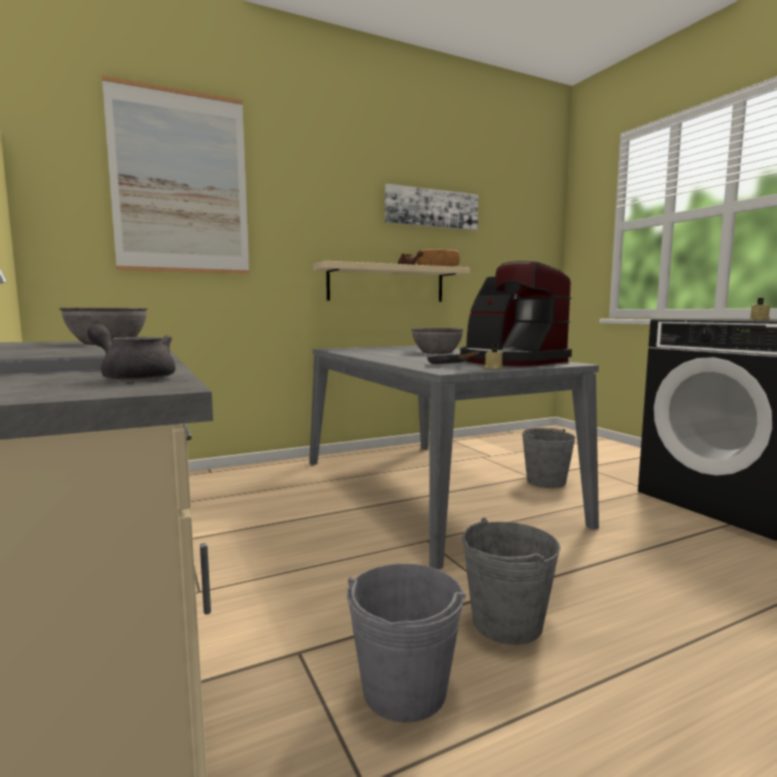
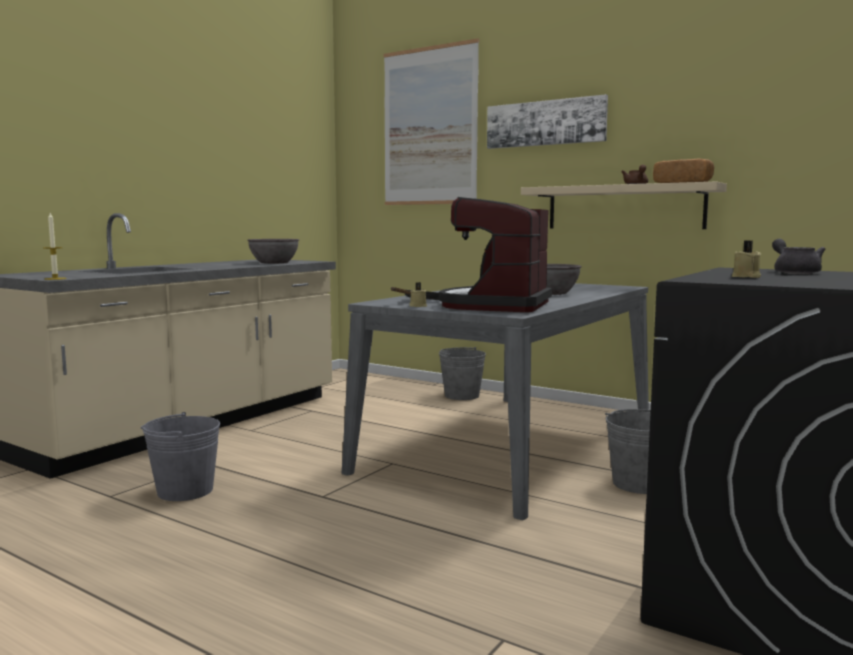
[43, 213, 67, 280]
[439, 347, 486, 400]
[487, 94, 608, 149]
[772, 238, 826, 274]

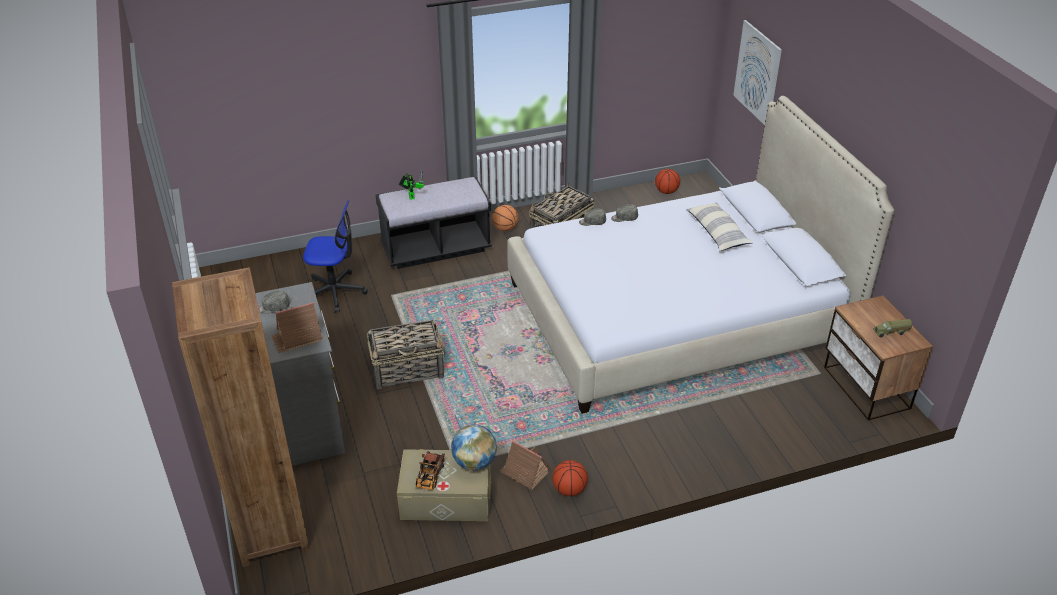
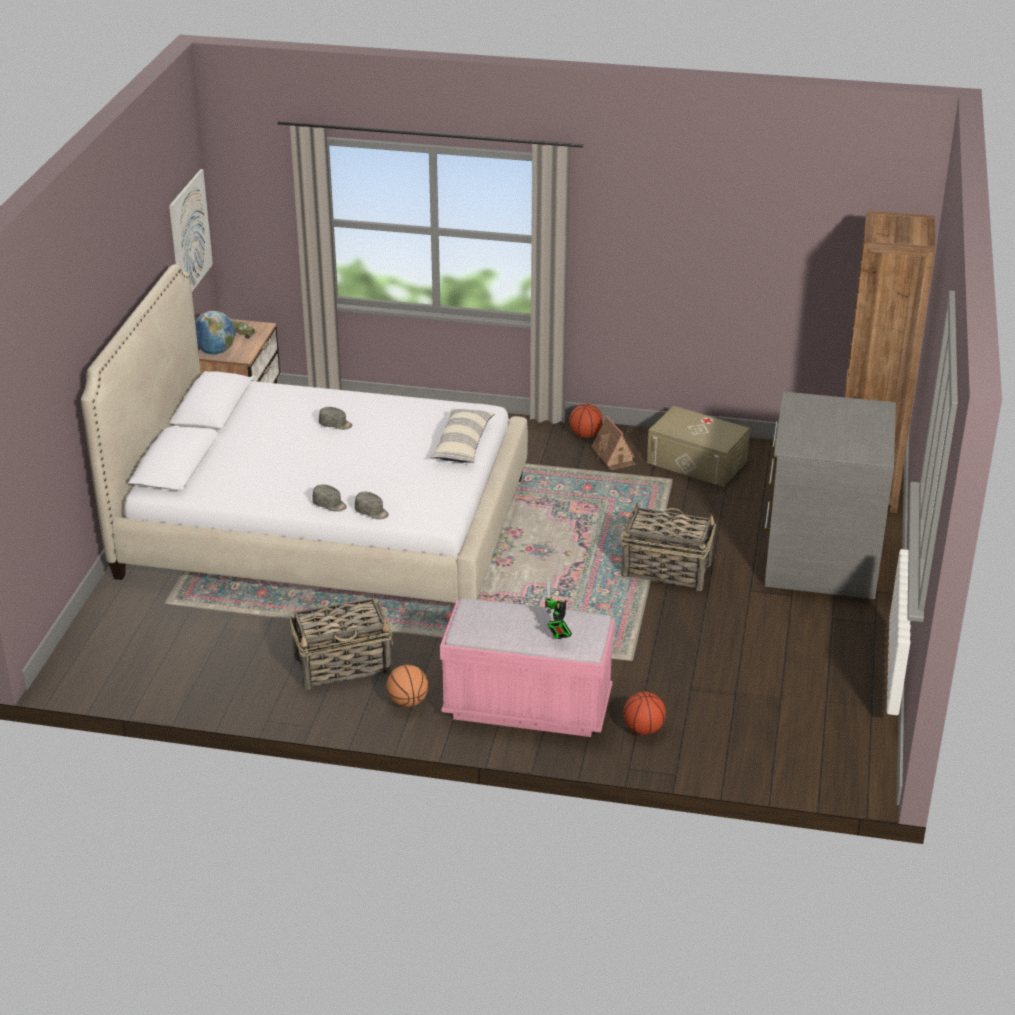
[169, 169, 213, 291]
[195, 311, 236, 354]
[319, 407, 352, 430]
[431, 408, 495, 463]
[440, 598, 615, 737]
[623, 692, 666, 735]
[271, 302, 323, 353] (first image)
[303, 200, 368, 313] (first image)
[416, 451, 445, 490] (first image)

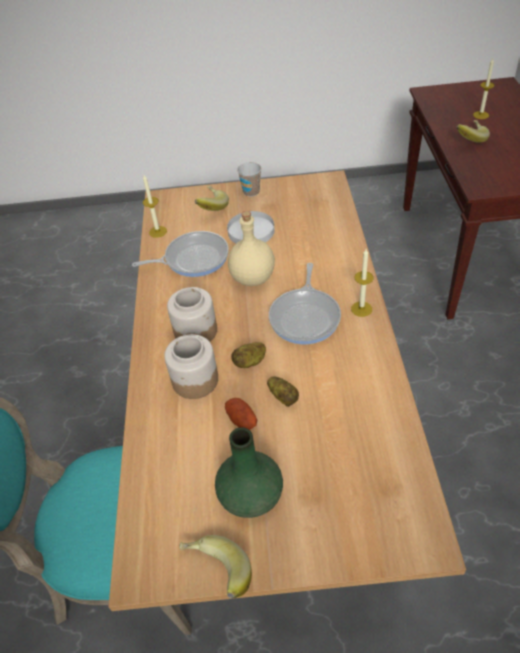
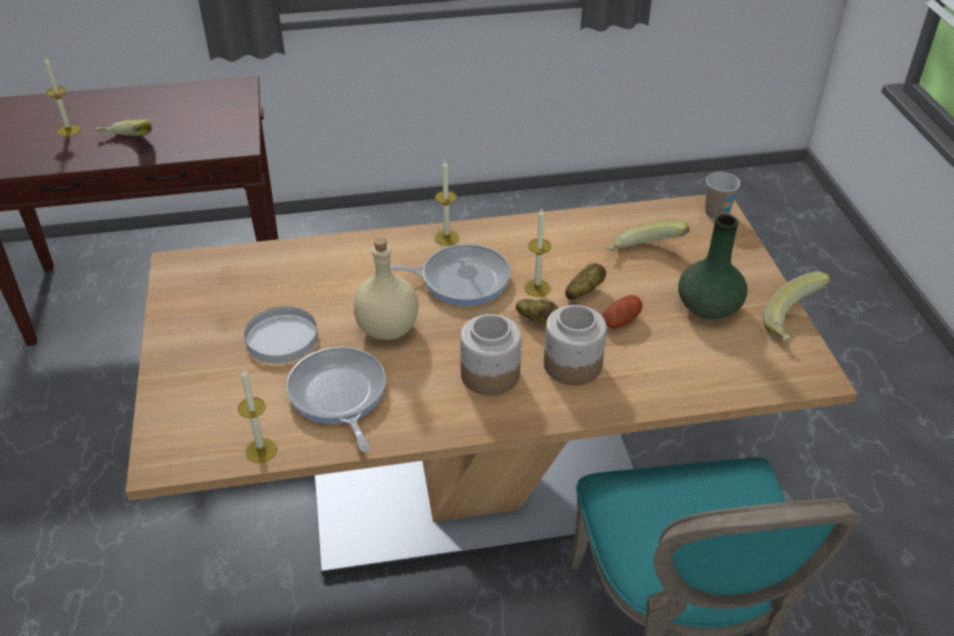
[524, 209, 551, 297]
[607, 220, 690, 251]
[705, 172, 740, 219]

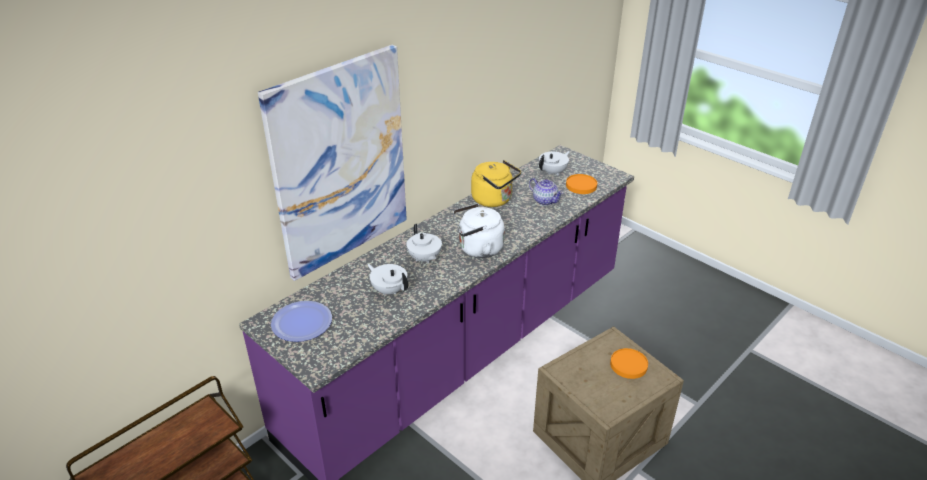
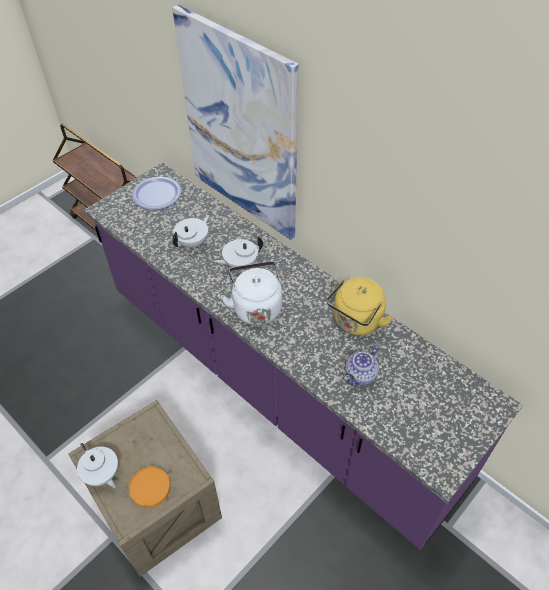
[77, 443, 118, 488]
[566, 174, 597, 194] (first image)

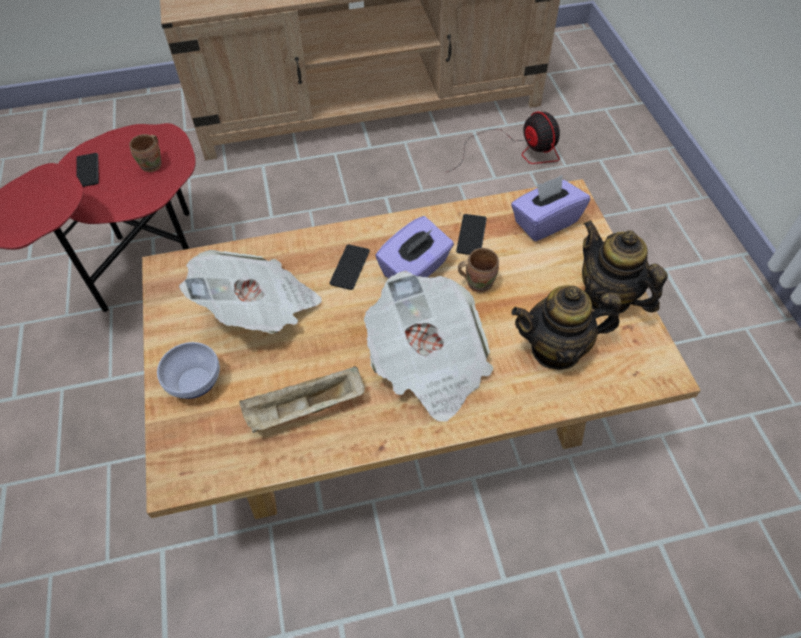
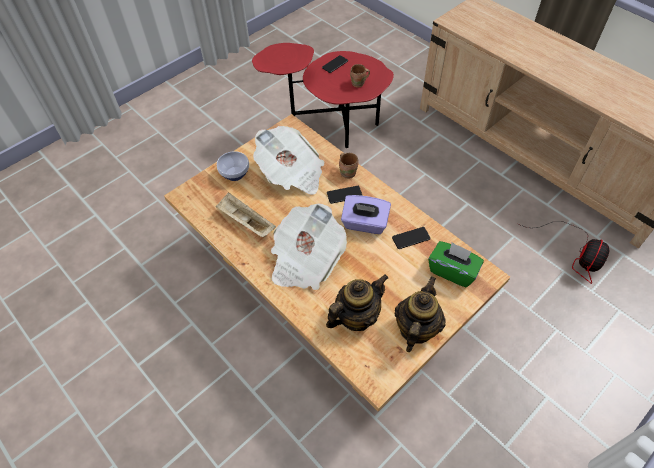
[326, 274, 388, 331]
[339, 153, 358, 179]
[428, 241, 484, 287]

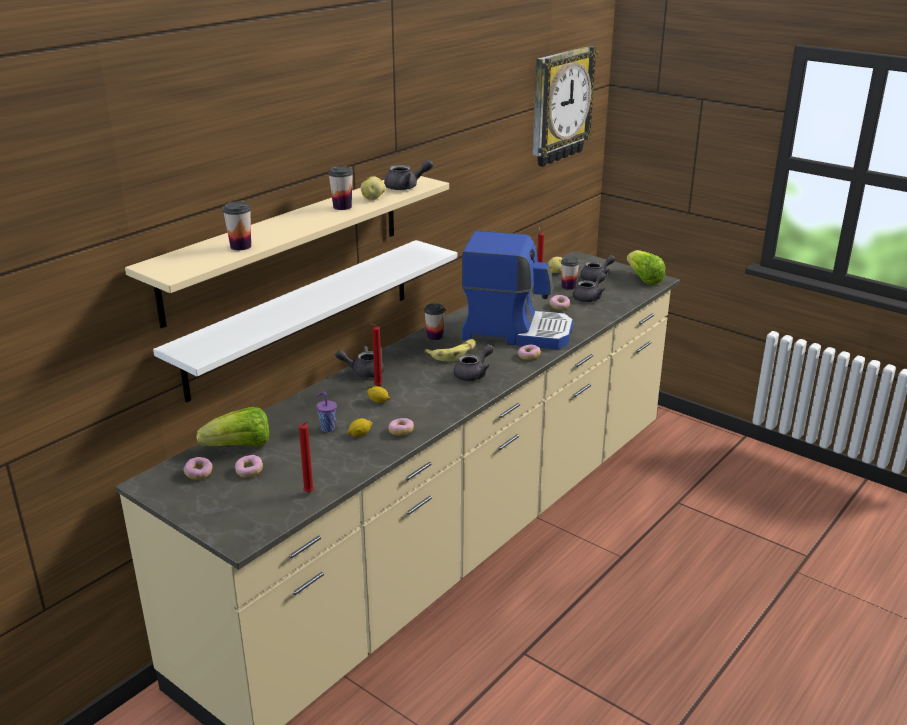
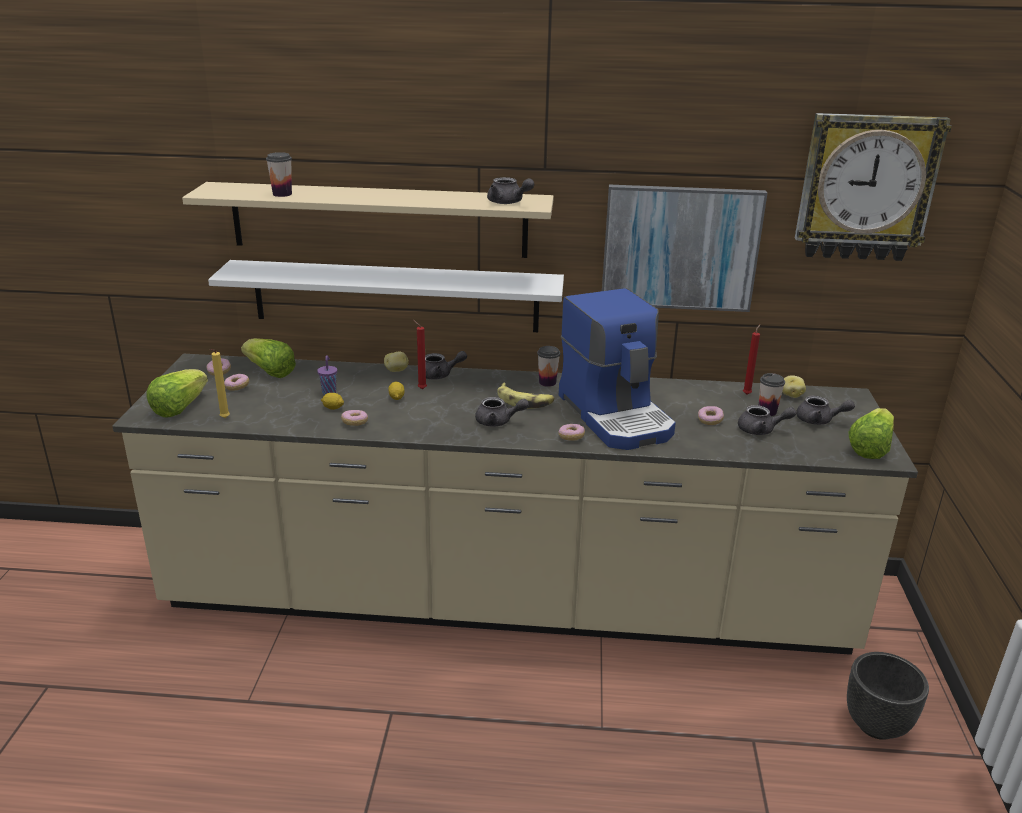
[147, 369, 208, 417]
[210, 349, 230, 418]
[384, 351, 409, 372]
[425, 351, 467, 380]
[602, 184, 767, 312]
[847, 652, 929, 740]
[328, 166, 353, 210] (first image)

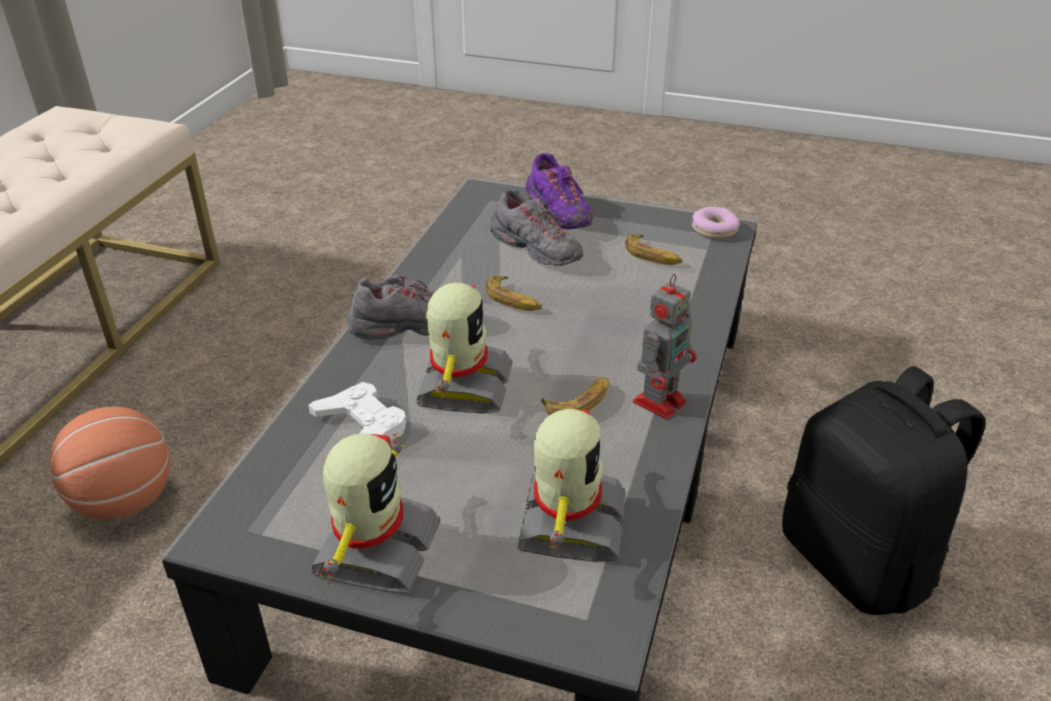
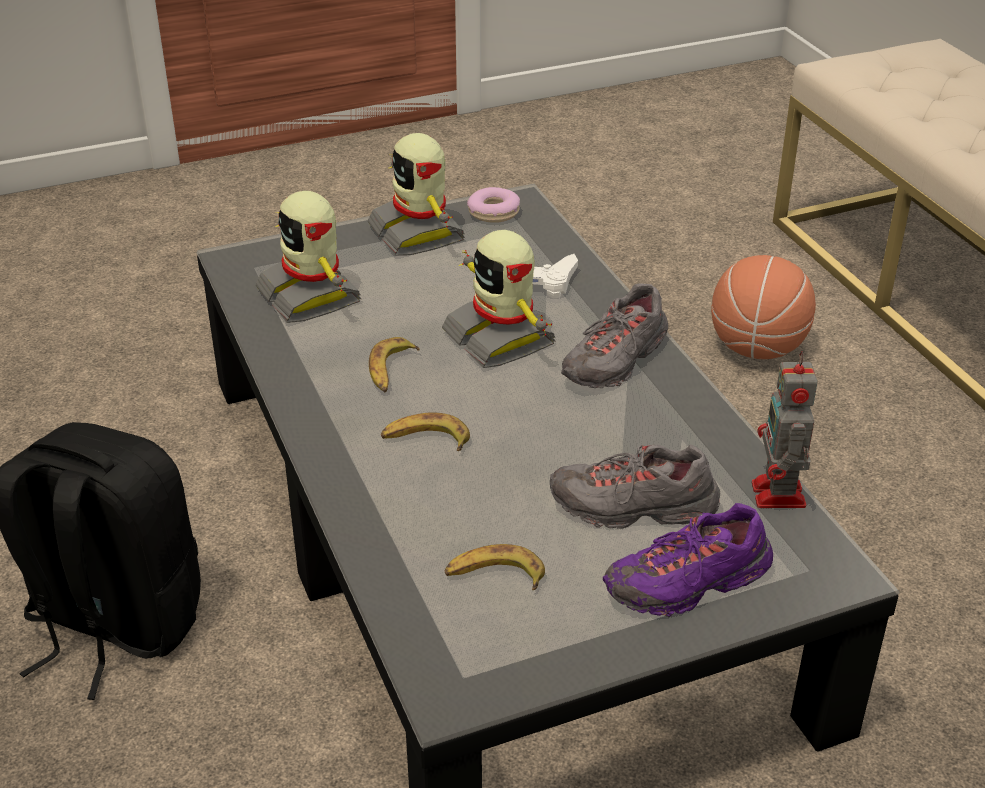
[381, 412, 470, 451]
[467, 187, 520, 223]
[603, 503, 773, 617]
[752, 351, 817, 508]

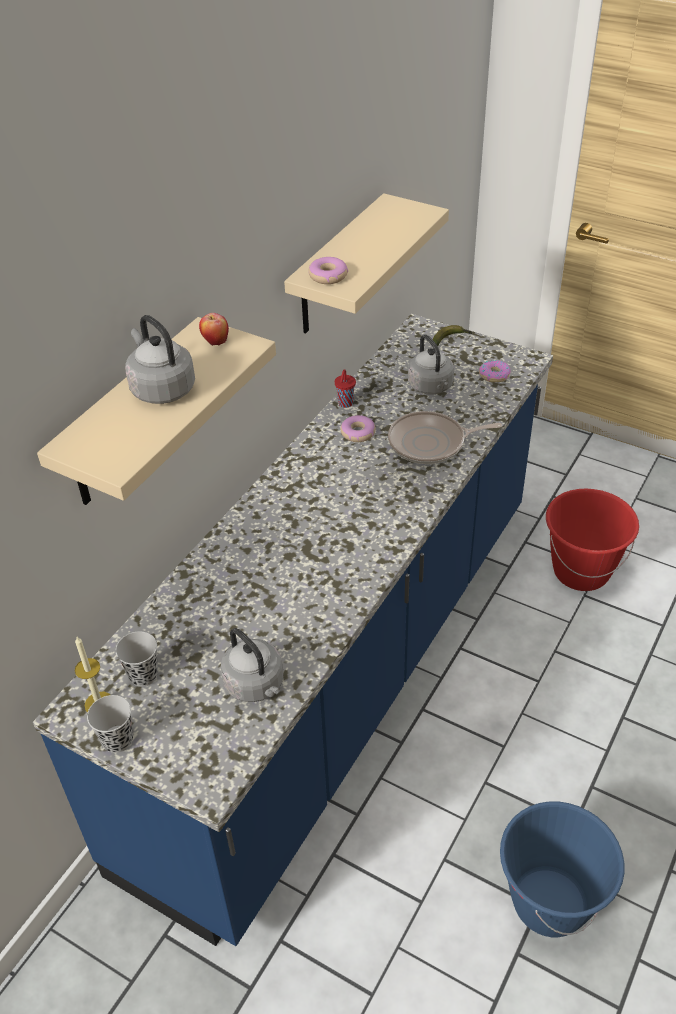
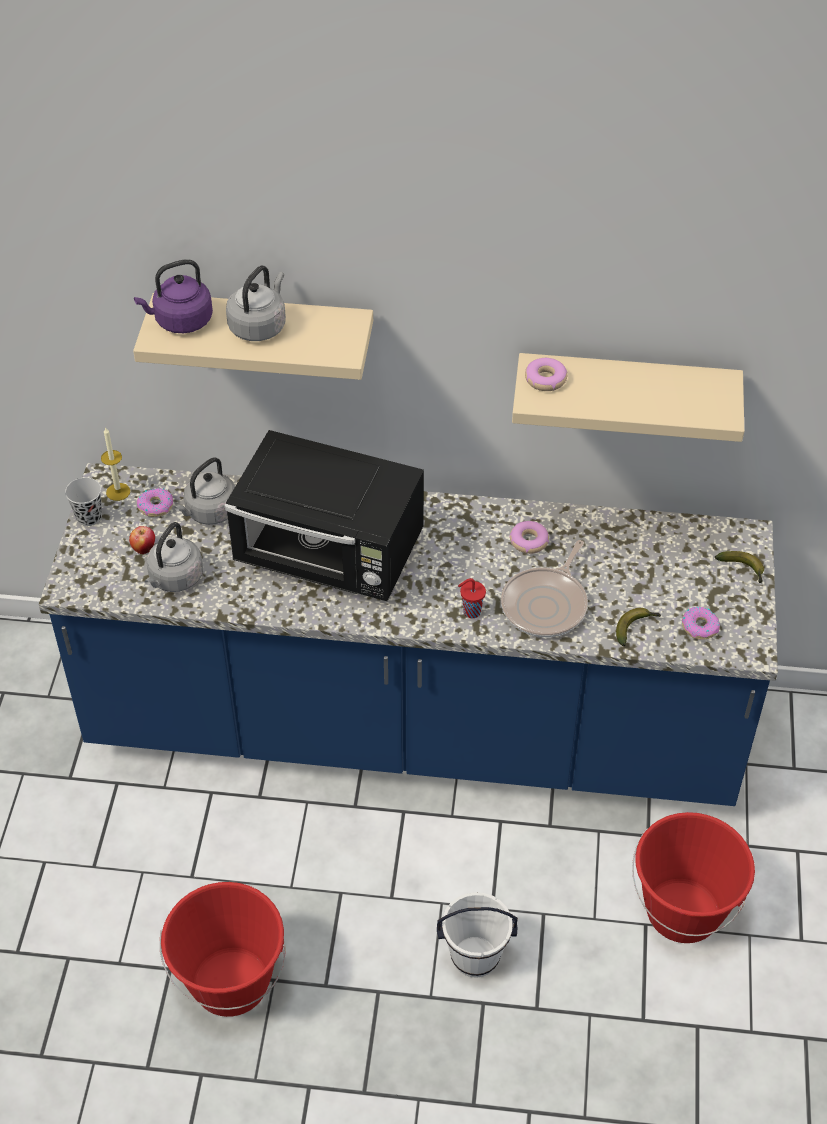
[129, 526, 155, 554]
[134, 259, 213, 333]
[137, 488, 173, 517]
[160, 882, 286, 1017]
[174, 457, 235, 525]
[225, 430, 424, 601]
[437, 892, 518, 978]
[458, 578, 486, 618]
[501, 540, 588, 637]
[616, 608, 661, 646]

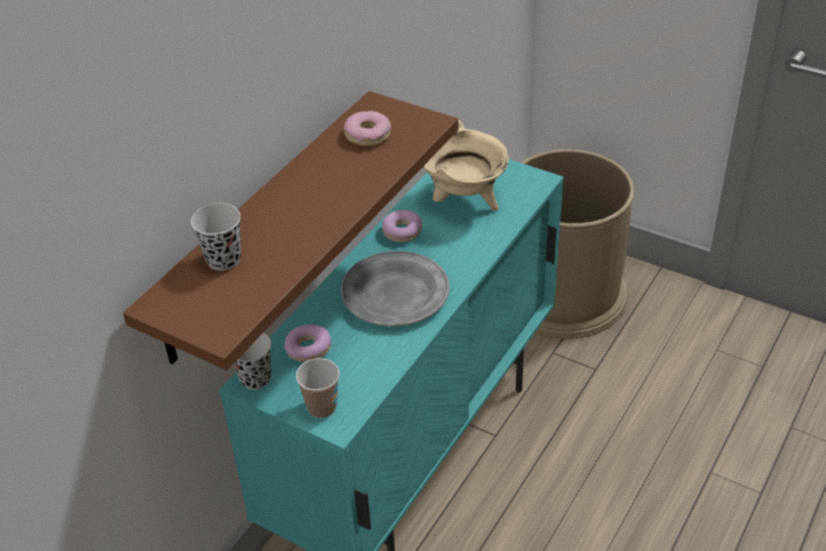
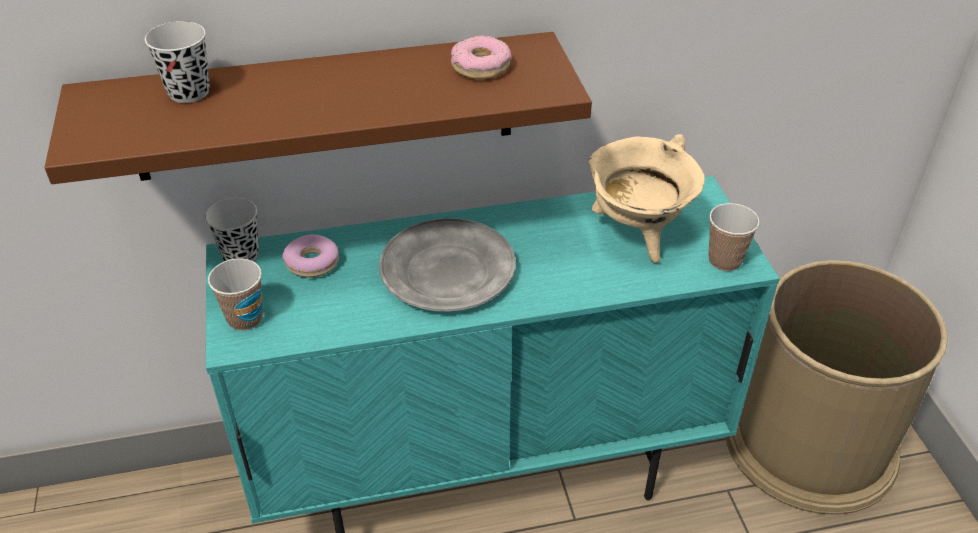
[709, 203, 760, 271]
[382, 210, 422, 242] (first image)

